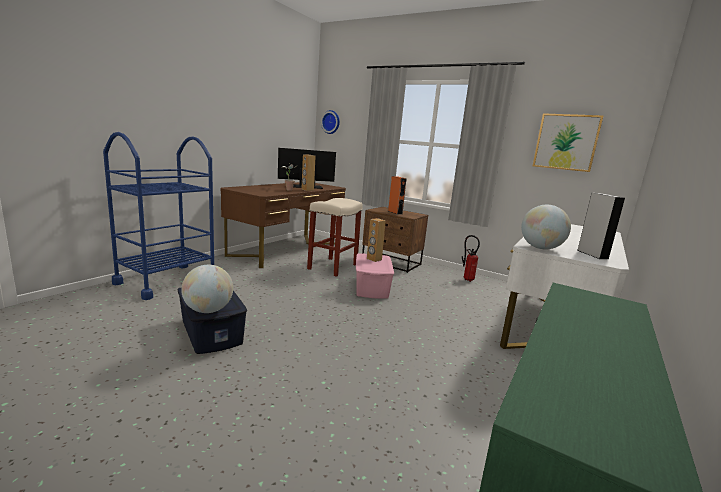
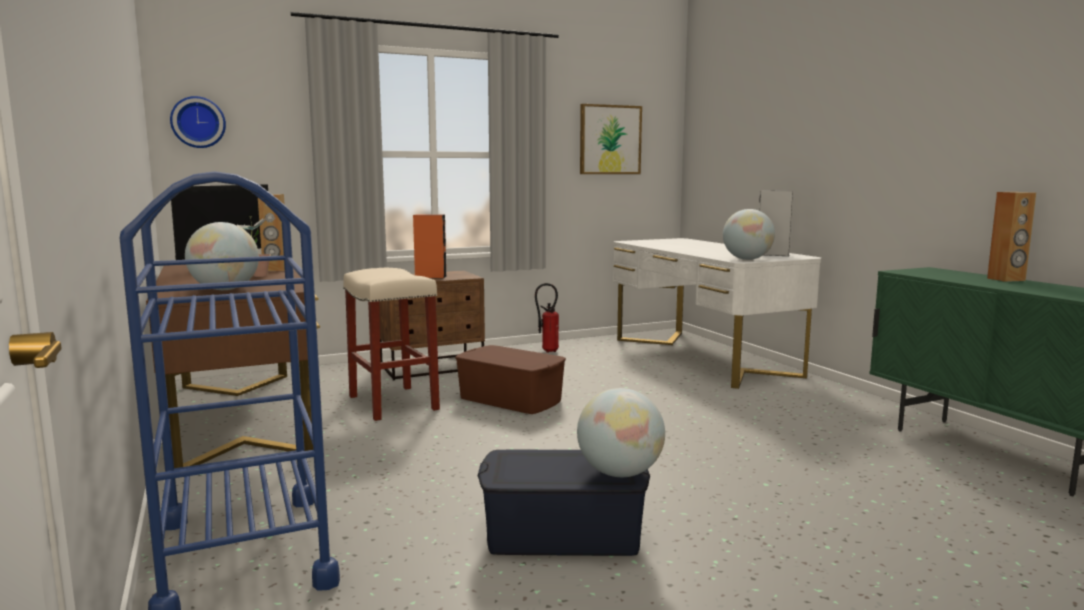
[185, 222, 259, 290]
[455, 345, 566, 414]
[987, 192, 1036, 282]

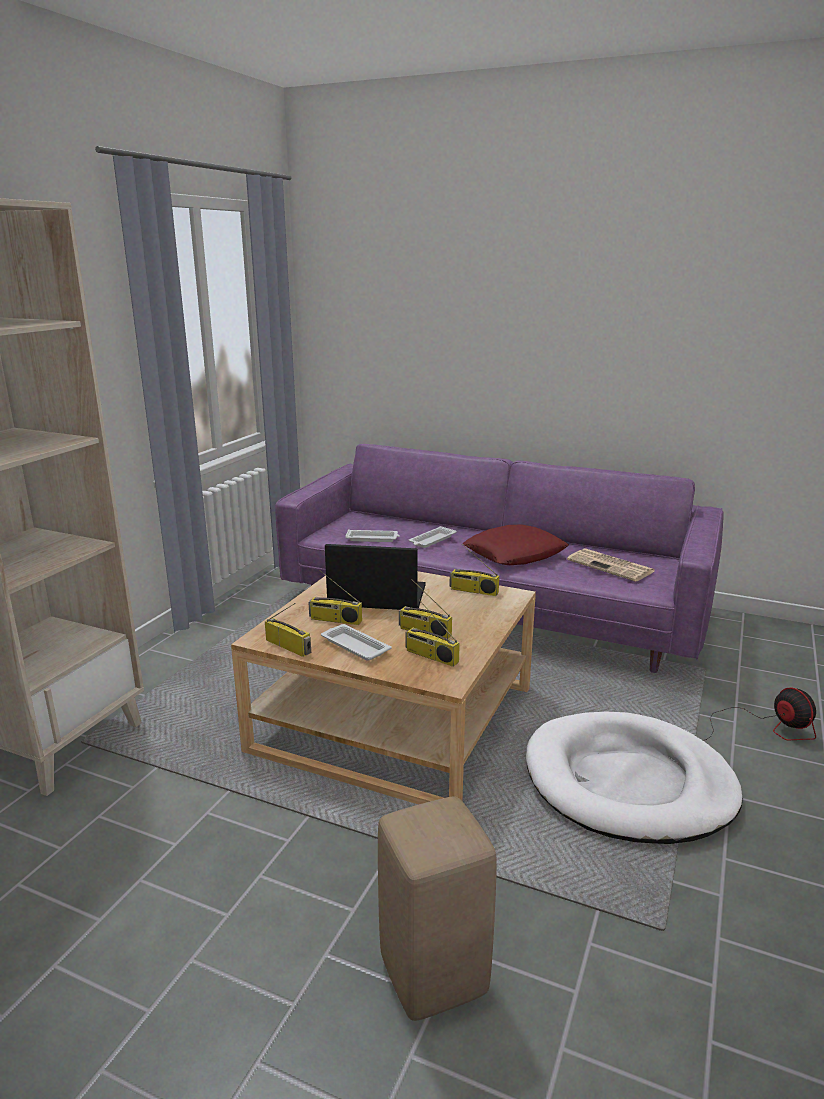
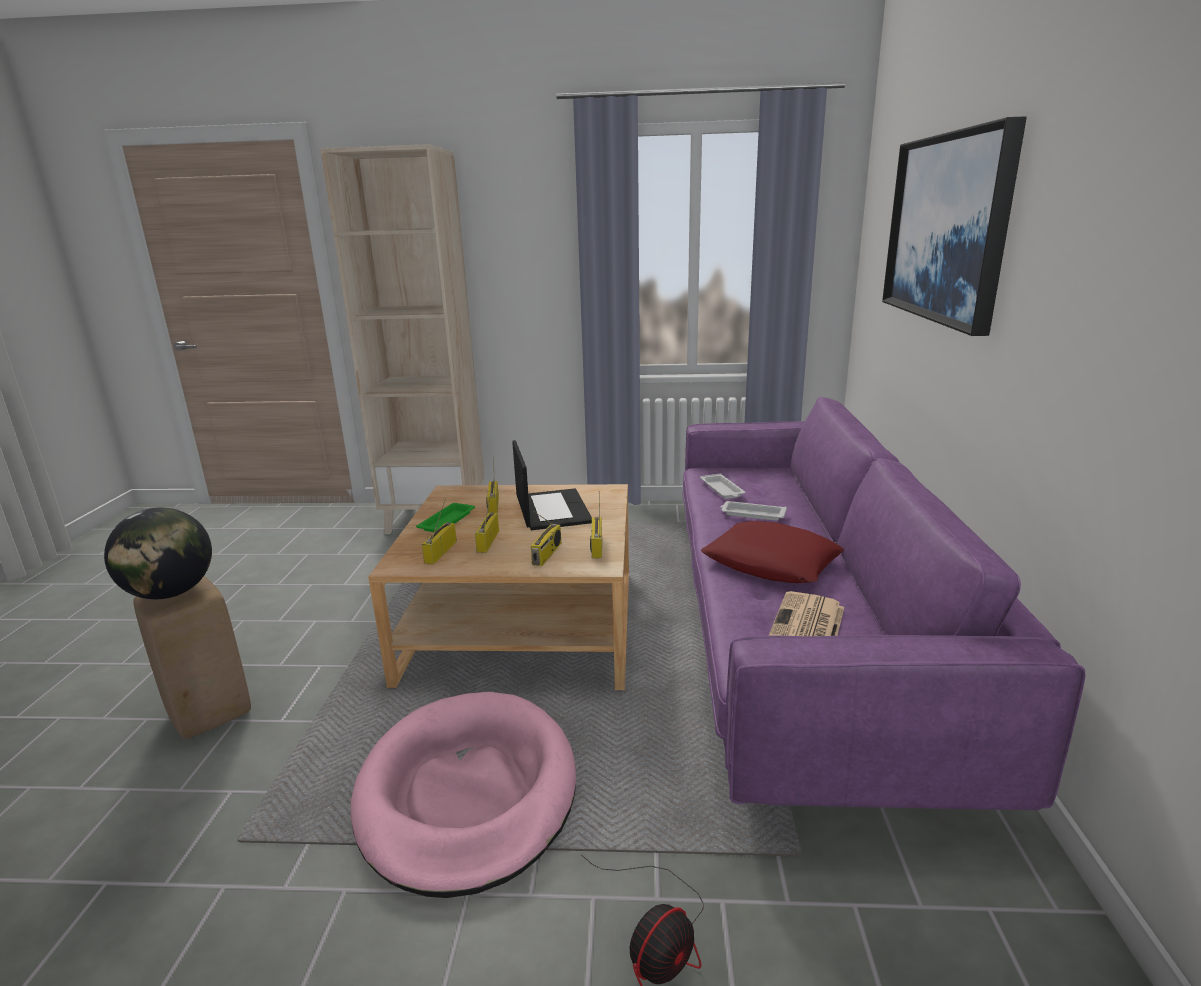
[104, 508, 212, 599]
[351, 692, 576, 898]
[416, 503, 475, 532]
[531, 511, 561, 566]
[882, 116, 1027, 336]

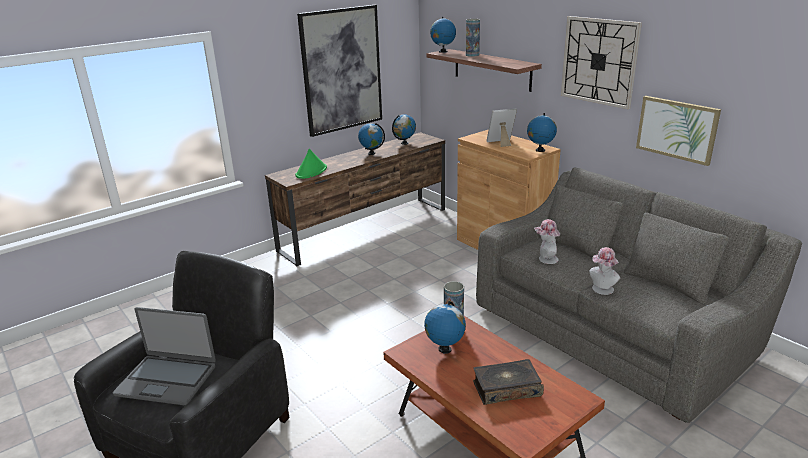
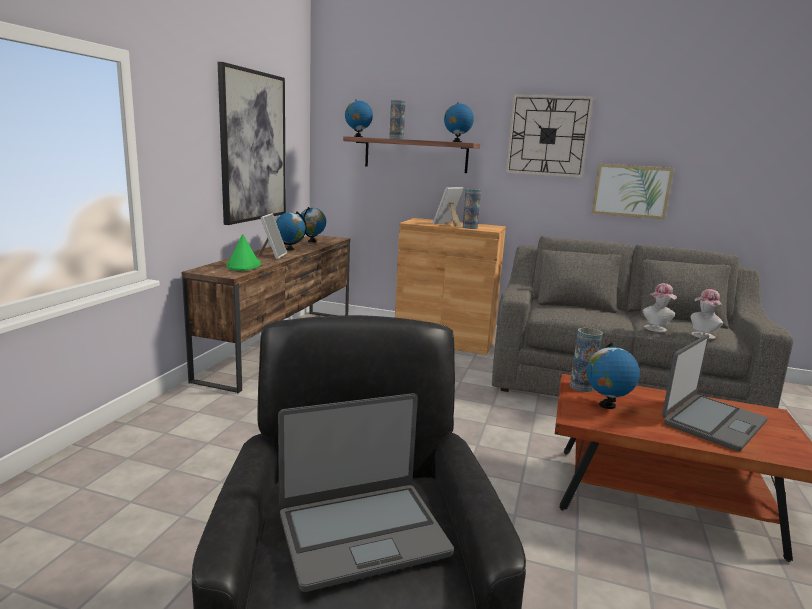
[258, 213, 287, 259]
[444, 102, 474, 142]
[463, 189, 481, 229]
[662, 334, 768, 451]
[691, 289, 723, 339]

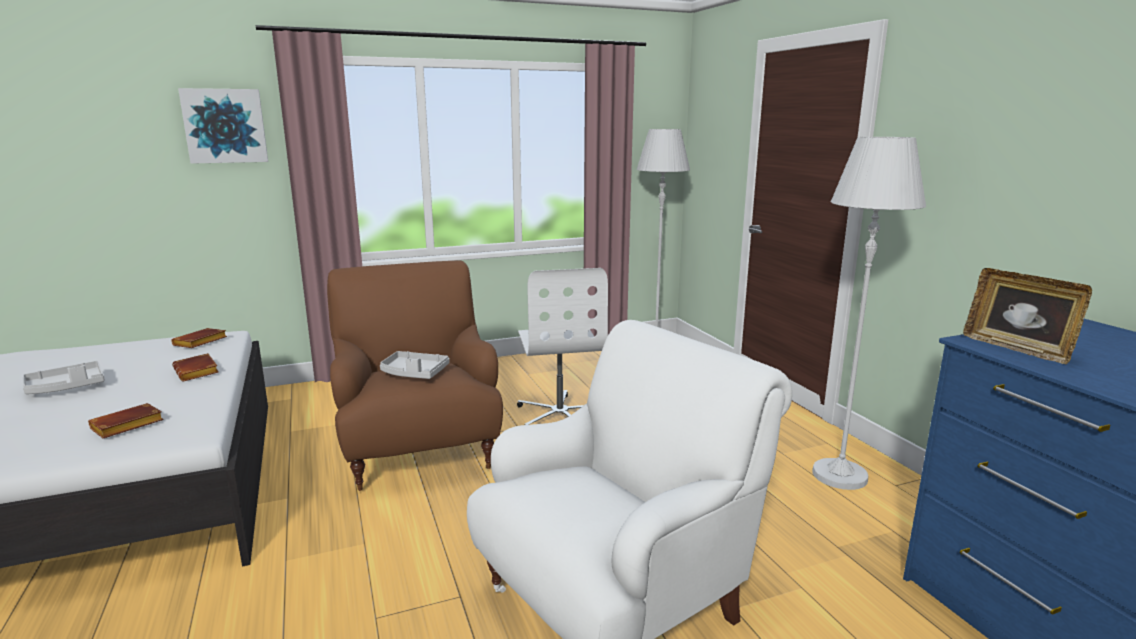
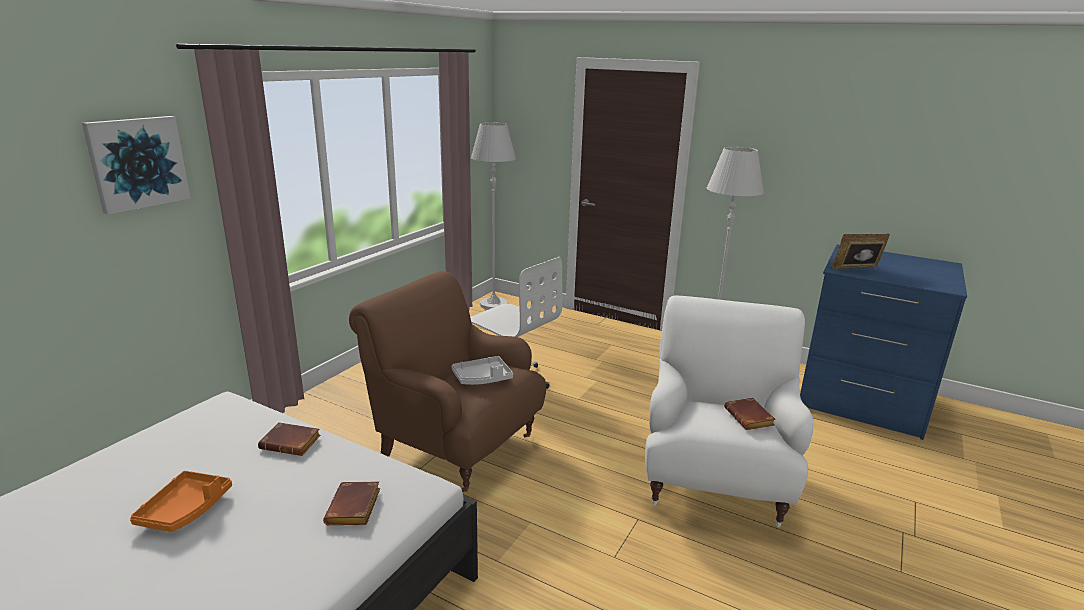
[130, 471, 232, 532]
[724, 398, 776, 430]
[830, 233, 890, 269]

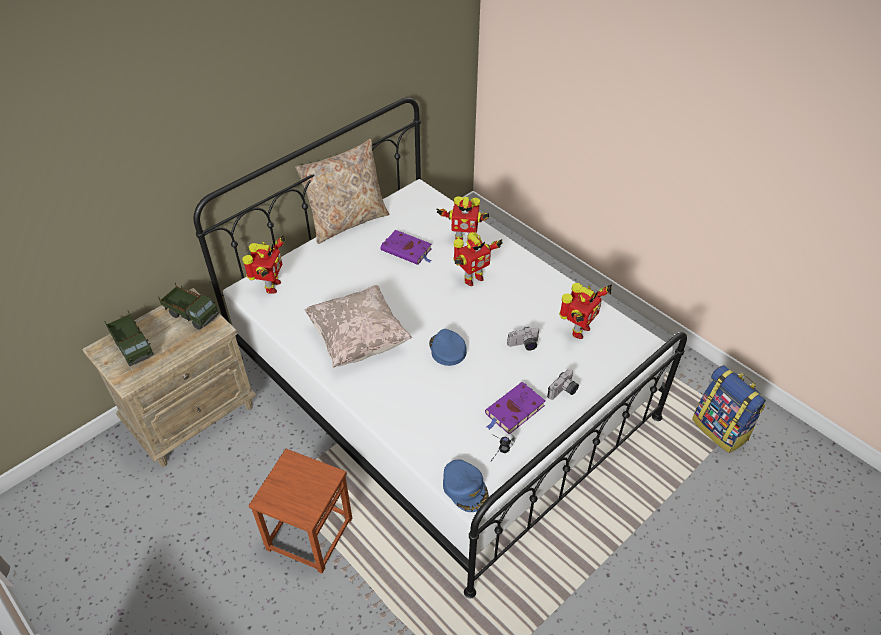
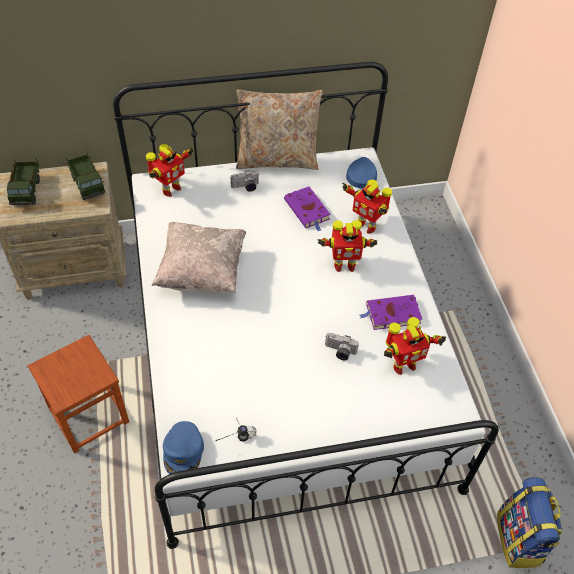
[231, 170, 259, 192]
[346, 157, 377, 189]
[360, 295, 422, 330]

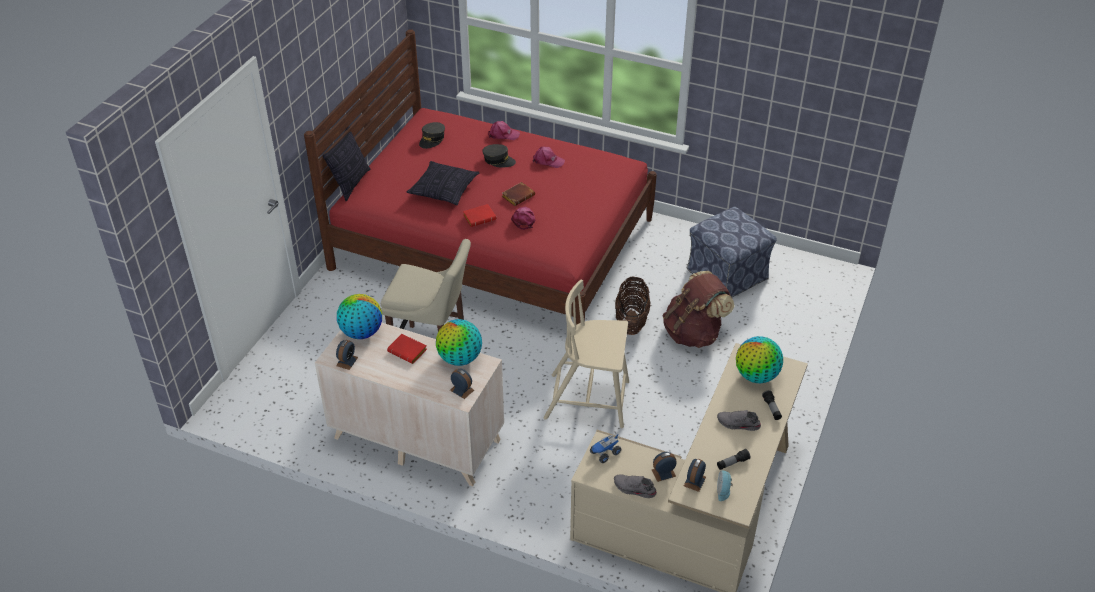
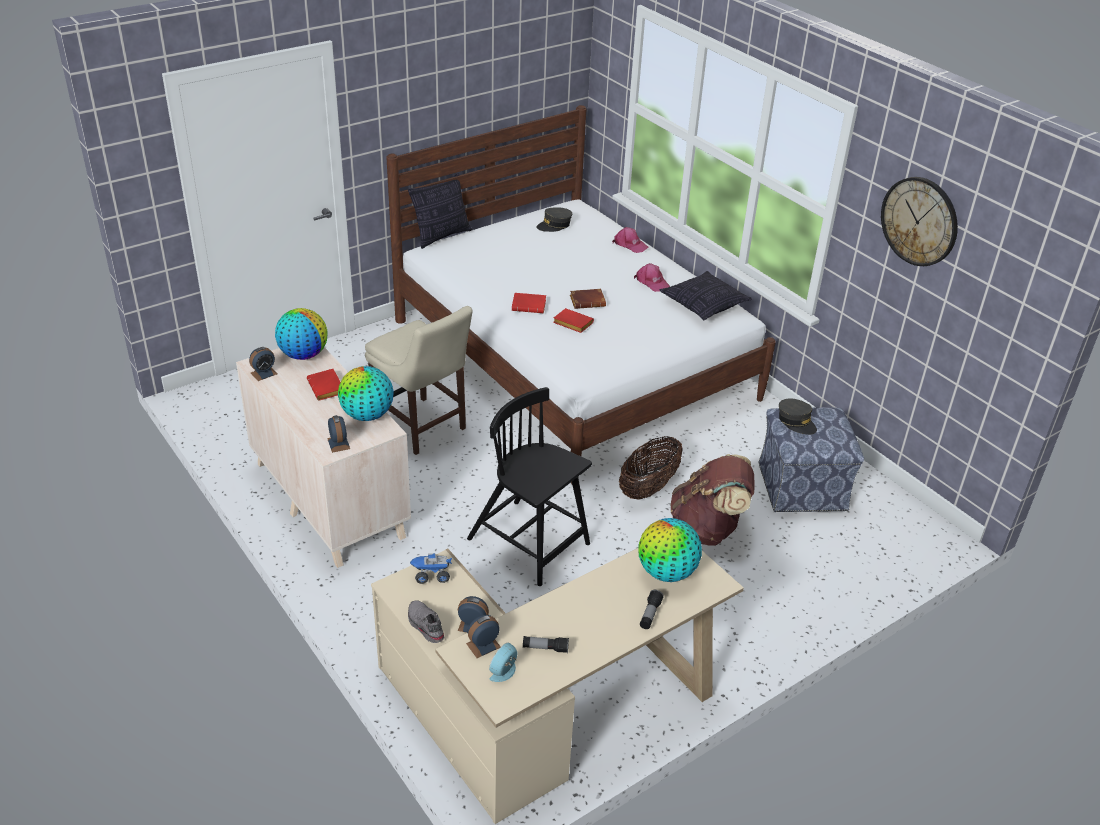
[386, 105, 776, 484]
[467, 387, 592, 586]
[553, 308, 594, 333]
[660, 271, 752, 320]
[779, 398, 817, 435]
[881, 177, 958, 266]
[717, 410, 761, 431] (first image)

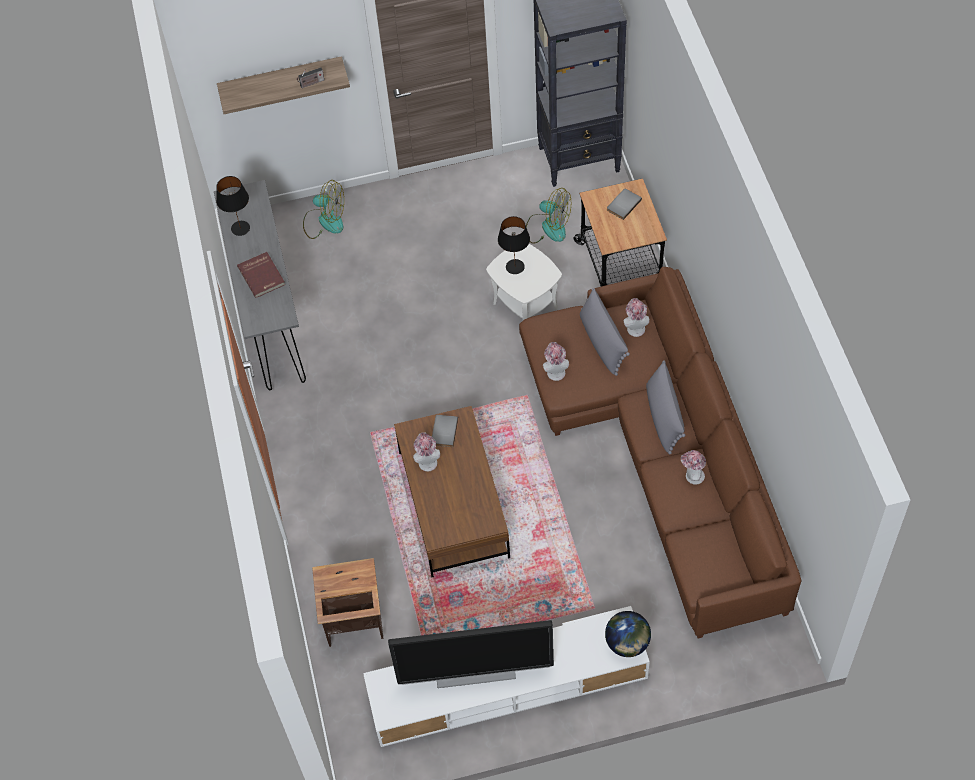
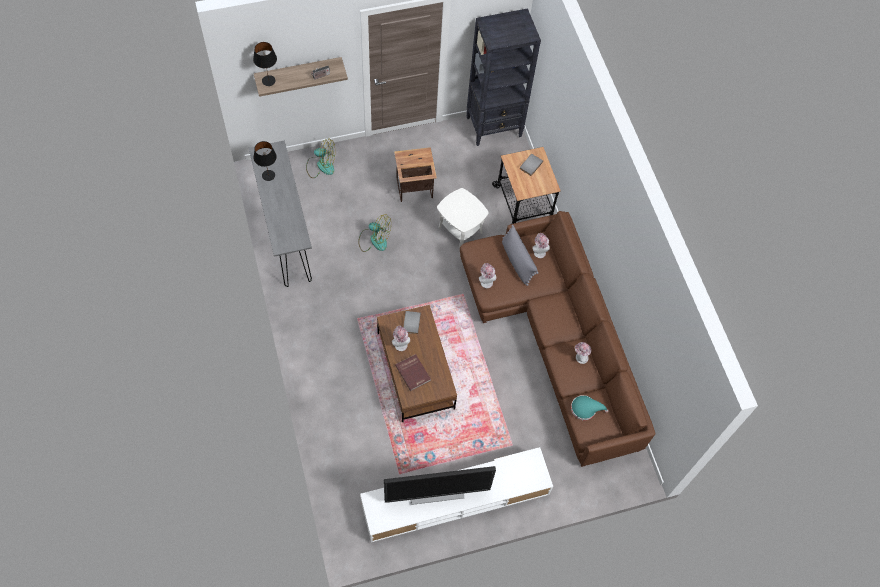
[253, 42, 277, 86]
[358, 214, 391, 252]
[394, 147, 437, 202]
[395, 354, 431, 391]
[571, 395, 609, 420]
[605, 611, 651, 657] (first image)
[646, 360, 685, 454] (first image)

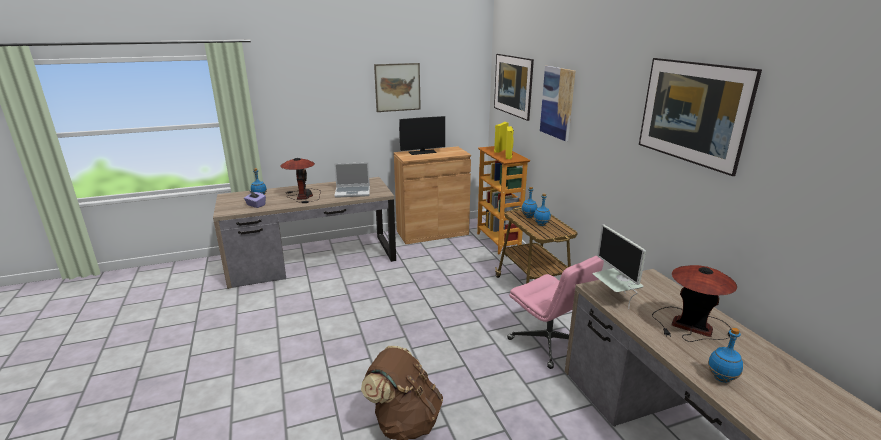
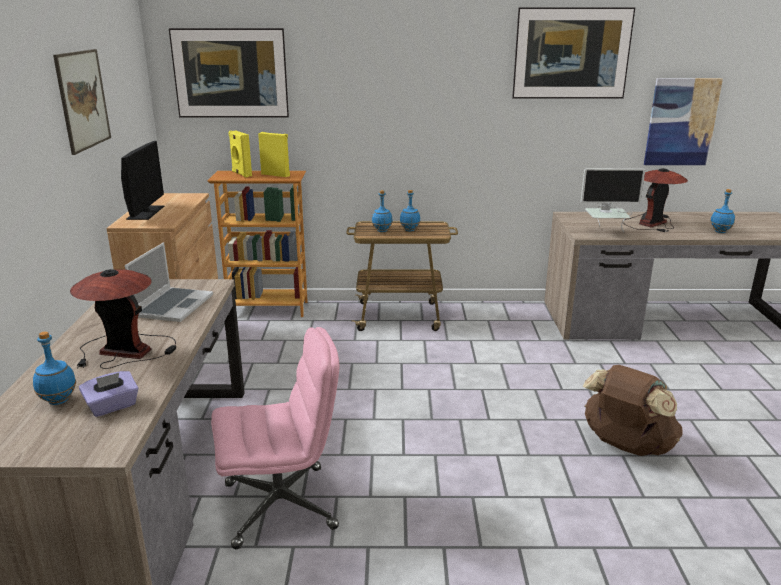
[211, 327, 340, 549]
[644, 78, 723, 165]

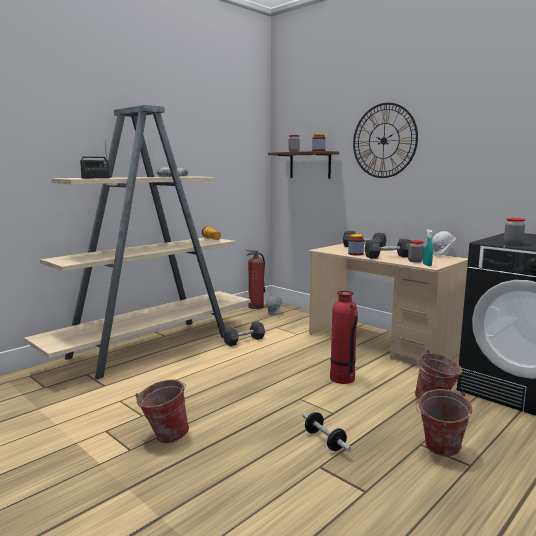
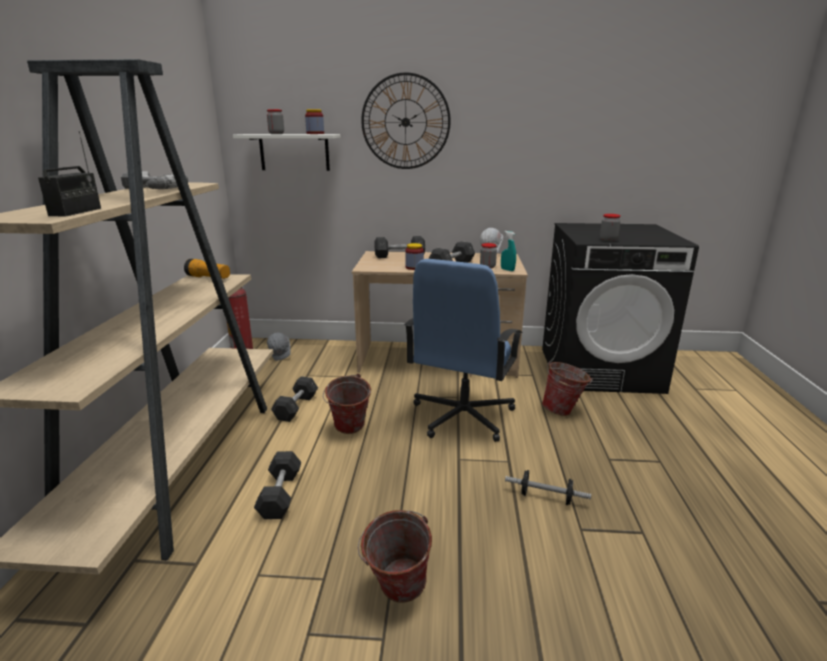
[233, 134, 341, 171]
[254, 451, 301, 519]
[323, 374, 371, 434]
[404, 259, 523, 442]

